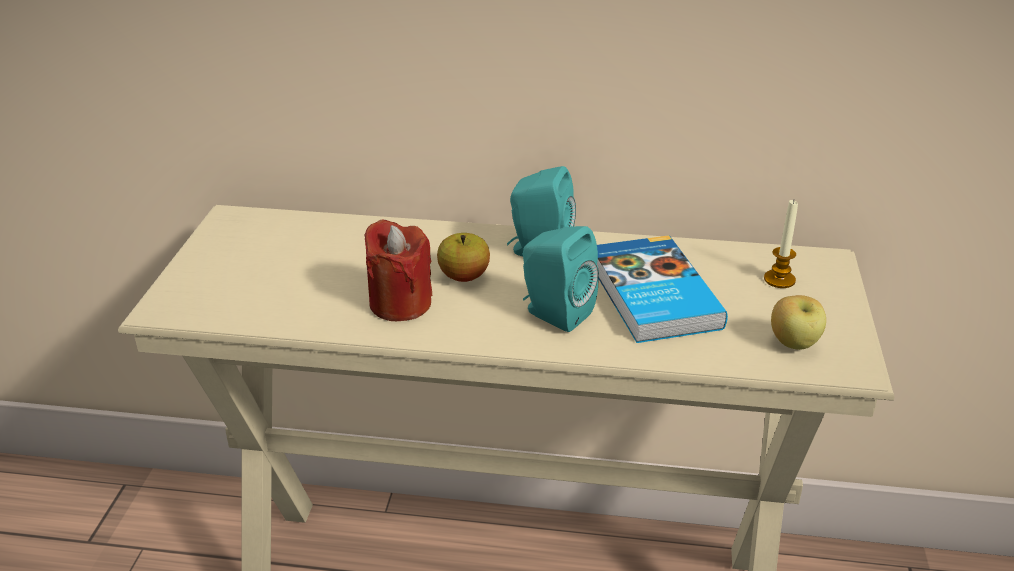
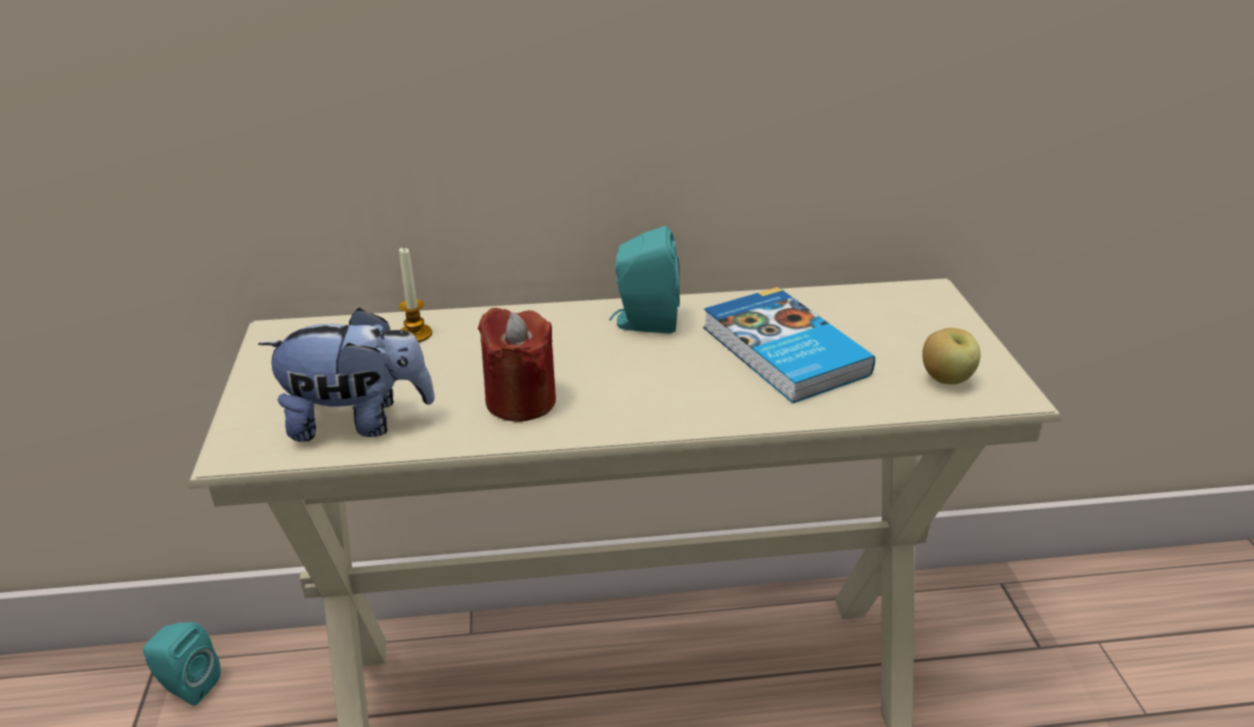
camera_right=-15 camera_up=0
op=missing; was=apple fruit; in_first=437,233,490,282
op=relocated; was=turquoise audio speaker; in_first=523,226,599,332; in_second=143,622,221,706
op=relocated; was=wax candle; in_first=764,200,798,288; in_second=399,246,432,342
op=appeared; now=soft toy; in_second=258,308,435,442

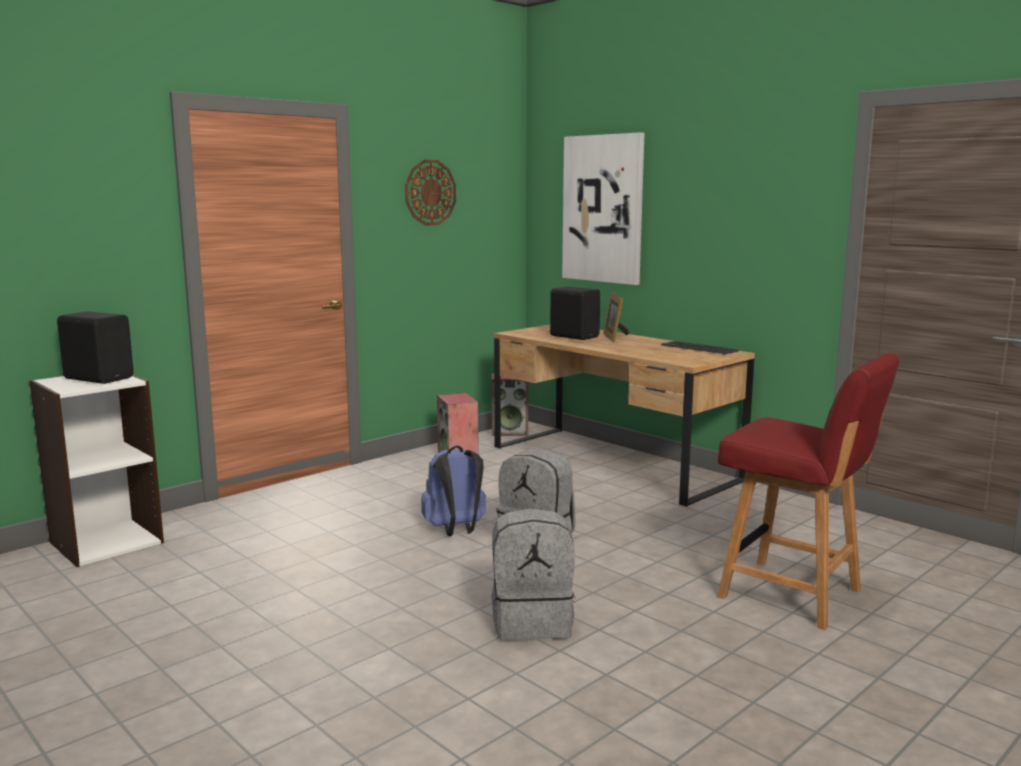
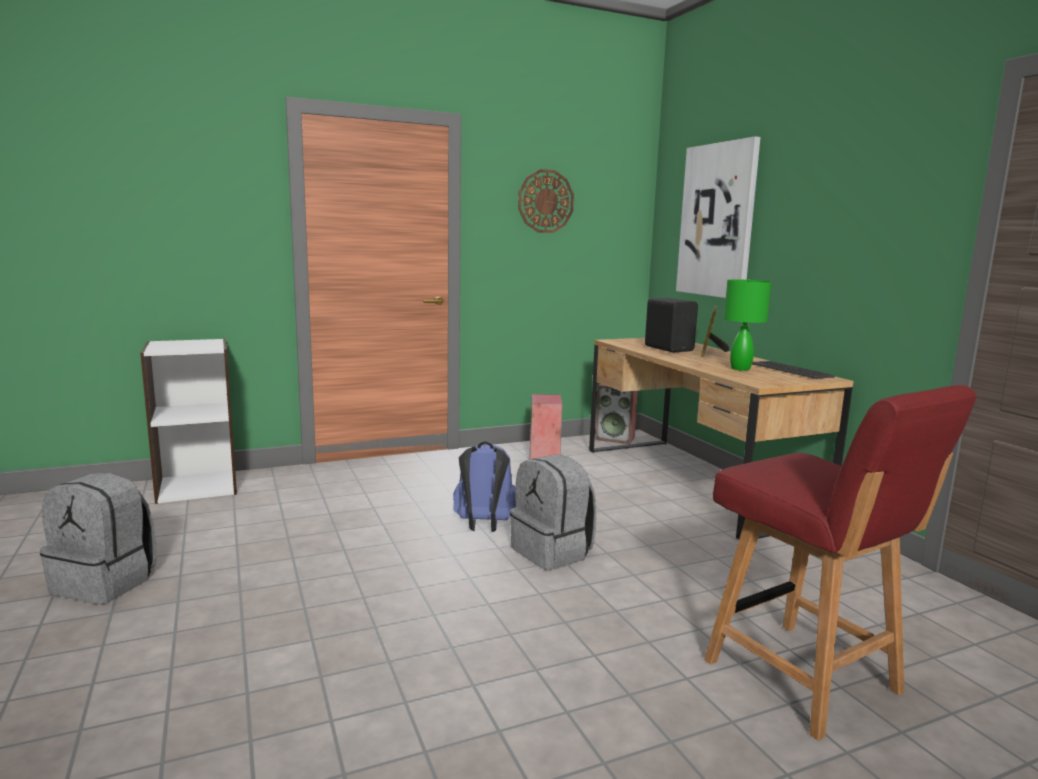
camera_right=20 camera_up=0
op=missing; was=black audio speaker; in_first=57,311,134,384
op=relocated; was=greyish knapsack; in_first=492,508,575,640; in_second=40,473,157,604
op=appeared; now=green-coloured table lamp; in_second=724,279,771,371

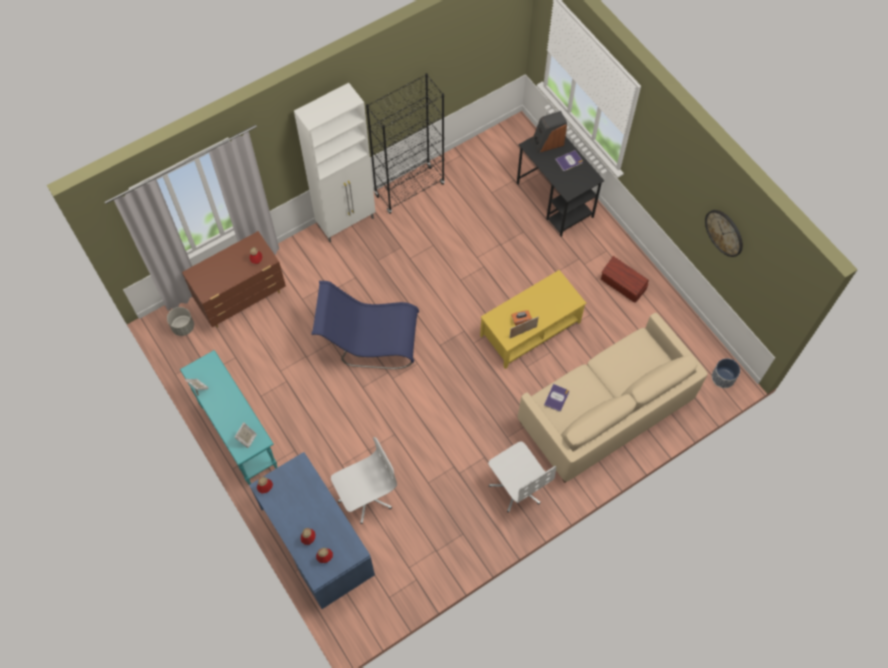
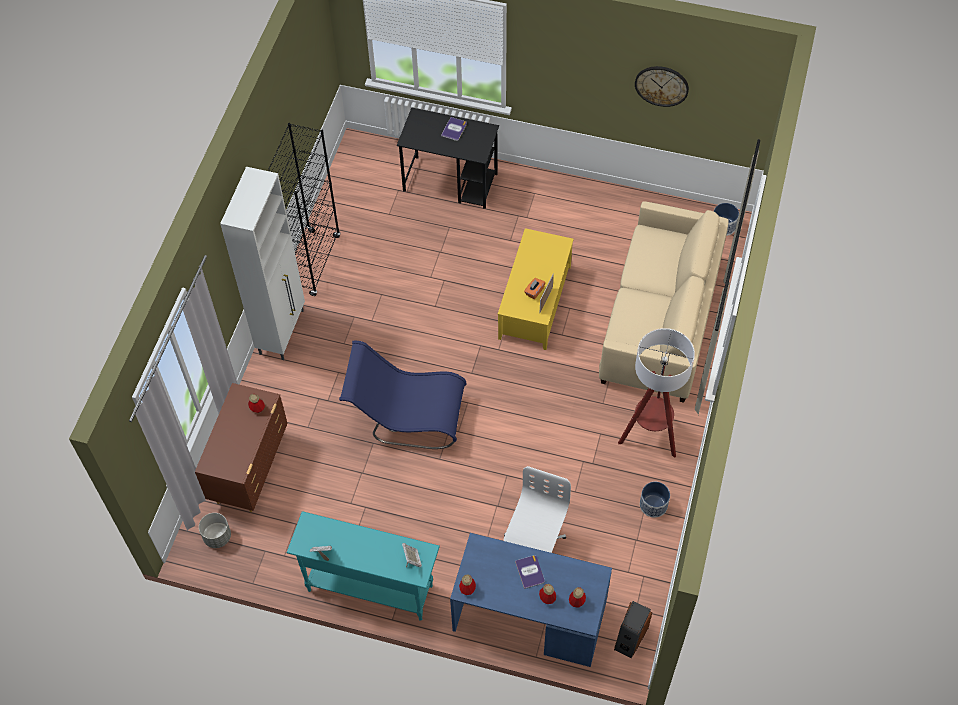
camera_right=-40 camera_up=-5
op=spun; was=blue-coloured plain chair; in_first=311,281,419,369; in_second=339,341,467,449; clockwise=45
op=exchanged; was=white computer chair; now=floor lamp; in_first=488,442,556,513; in_second=618,328,695,458
op=relocated; was=audio speaker; in_first=532,111,567,153; in_second=614,601,652,658
op=relocated; was=volume; in_first=544,384,569,411; in_second=515,555,545,589
op=missing; was=brownish storage bin; in_first=601,256,649,303
op=appeared; now=plant pot; in_second=640,482,670,518

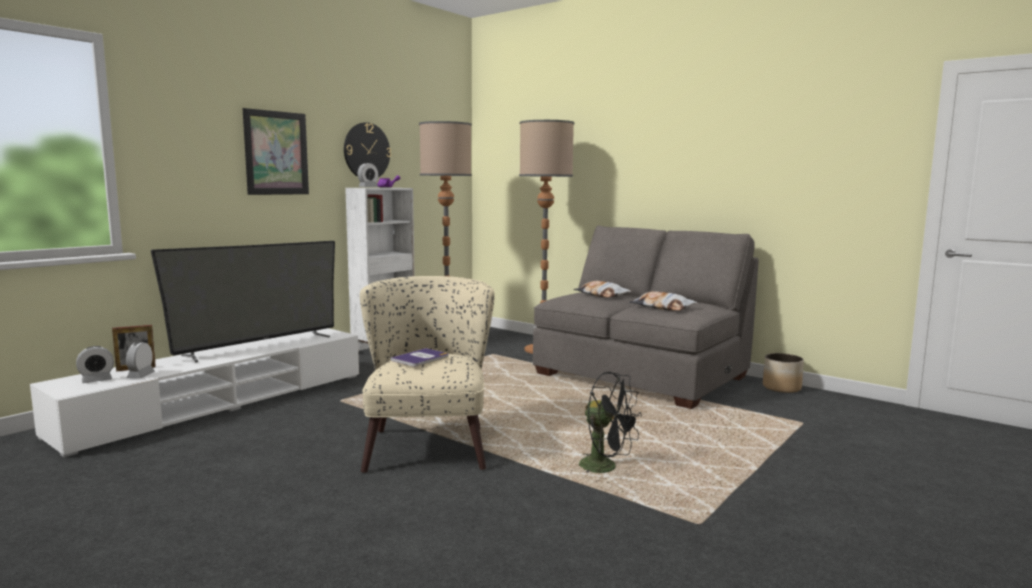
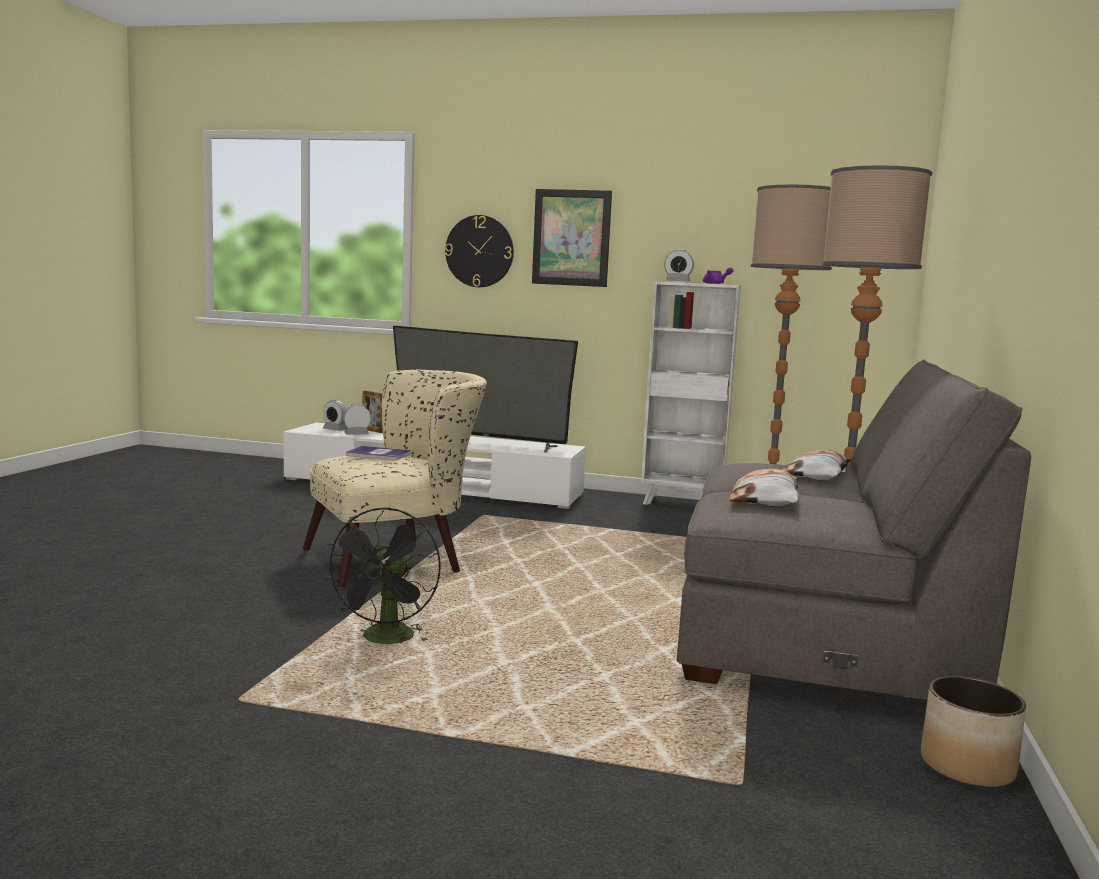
camera_right=65 camera_up=0
op=relocated; was=wall clock; in_first=344,122,391,177; in_second=445,215,514,287

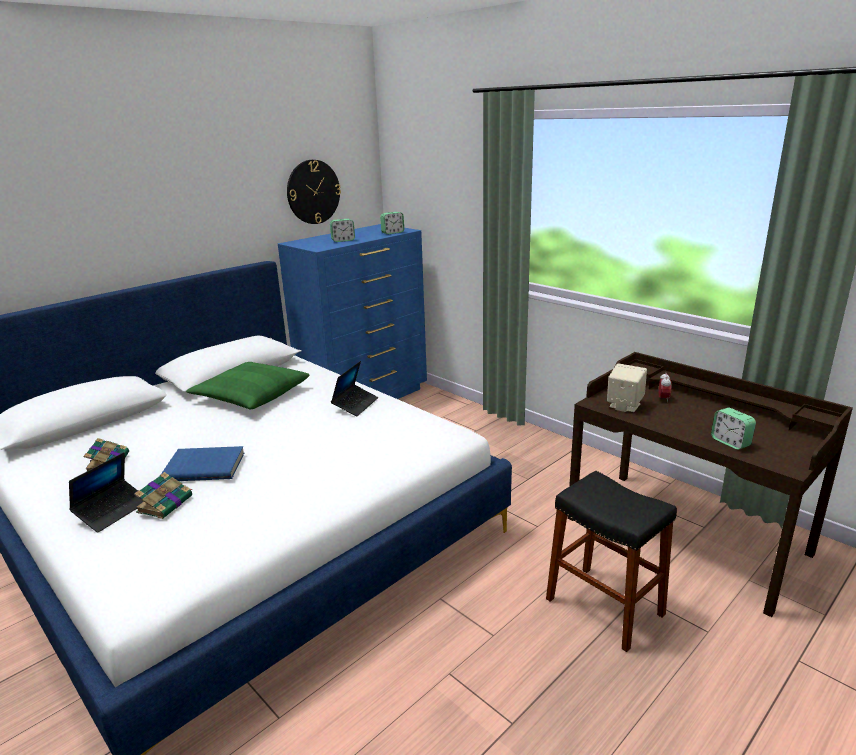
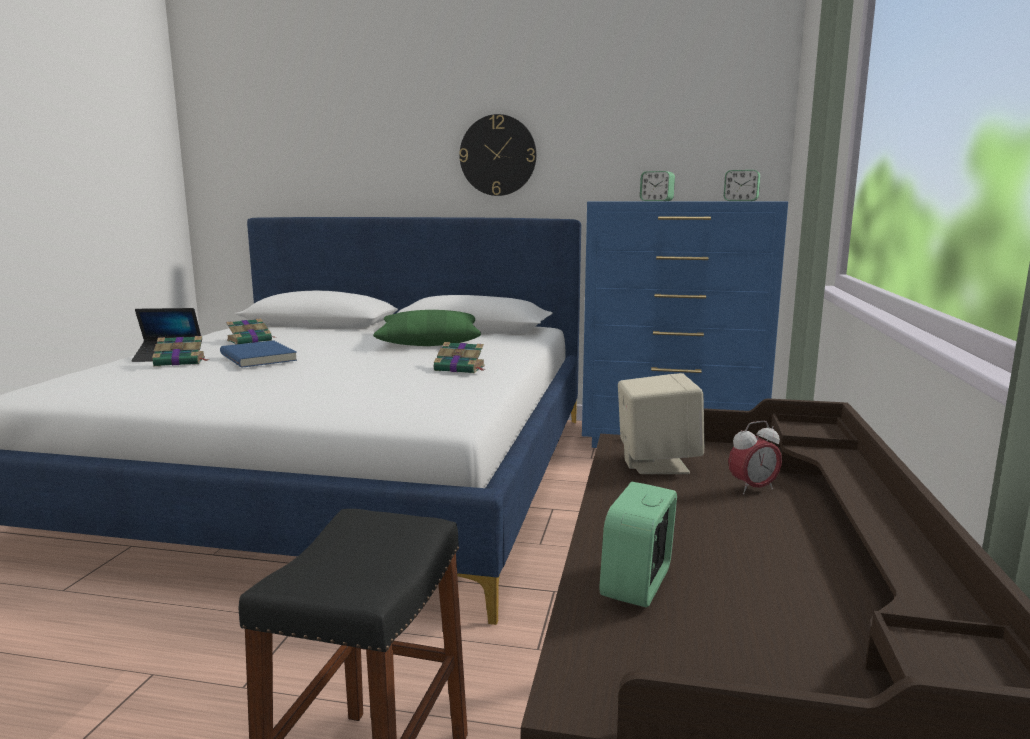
camera_right=55 camera_up=-10
op=relocated; was=wall clock; in_first=287,160,341,224; in_second=459,114,536,196
op=exchanged; was=laptop; now=volume; in_first=331,361,378,416; in_second=434,342,485,373

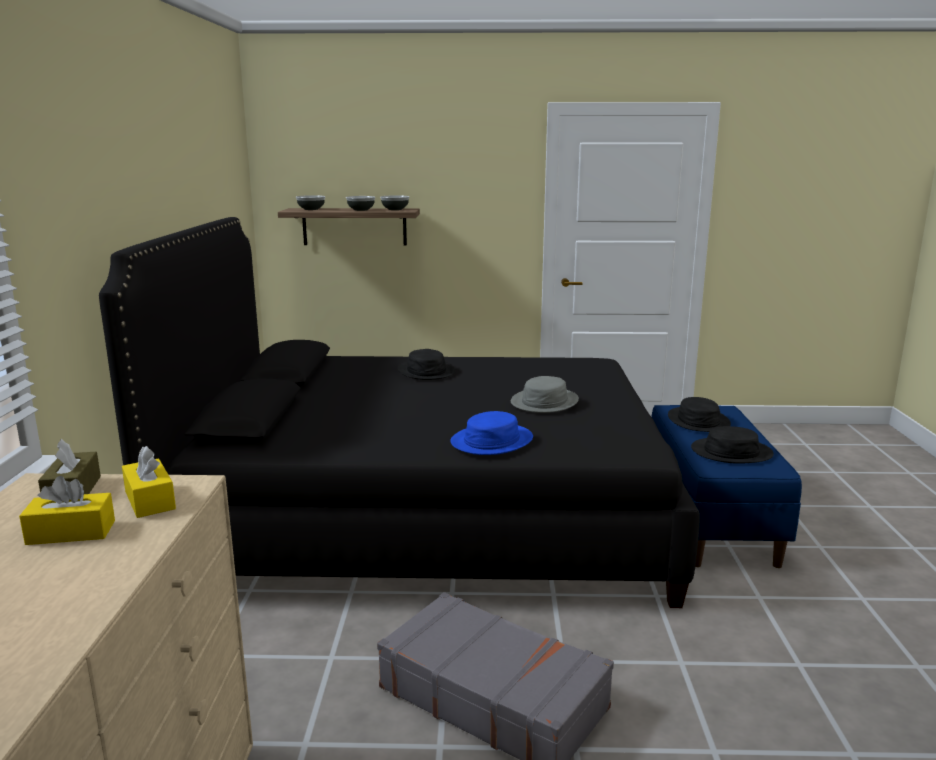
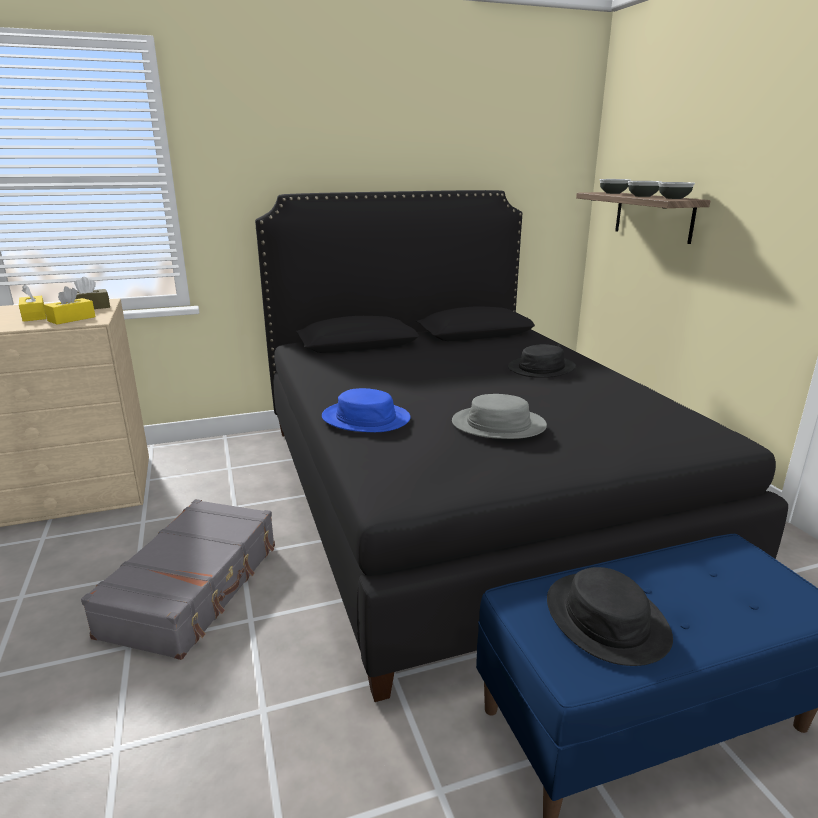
camera_right=70 camera_up=5
op=missing; was=black clothing hat; in_first=668,397,731,432

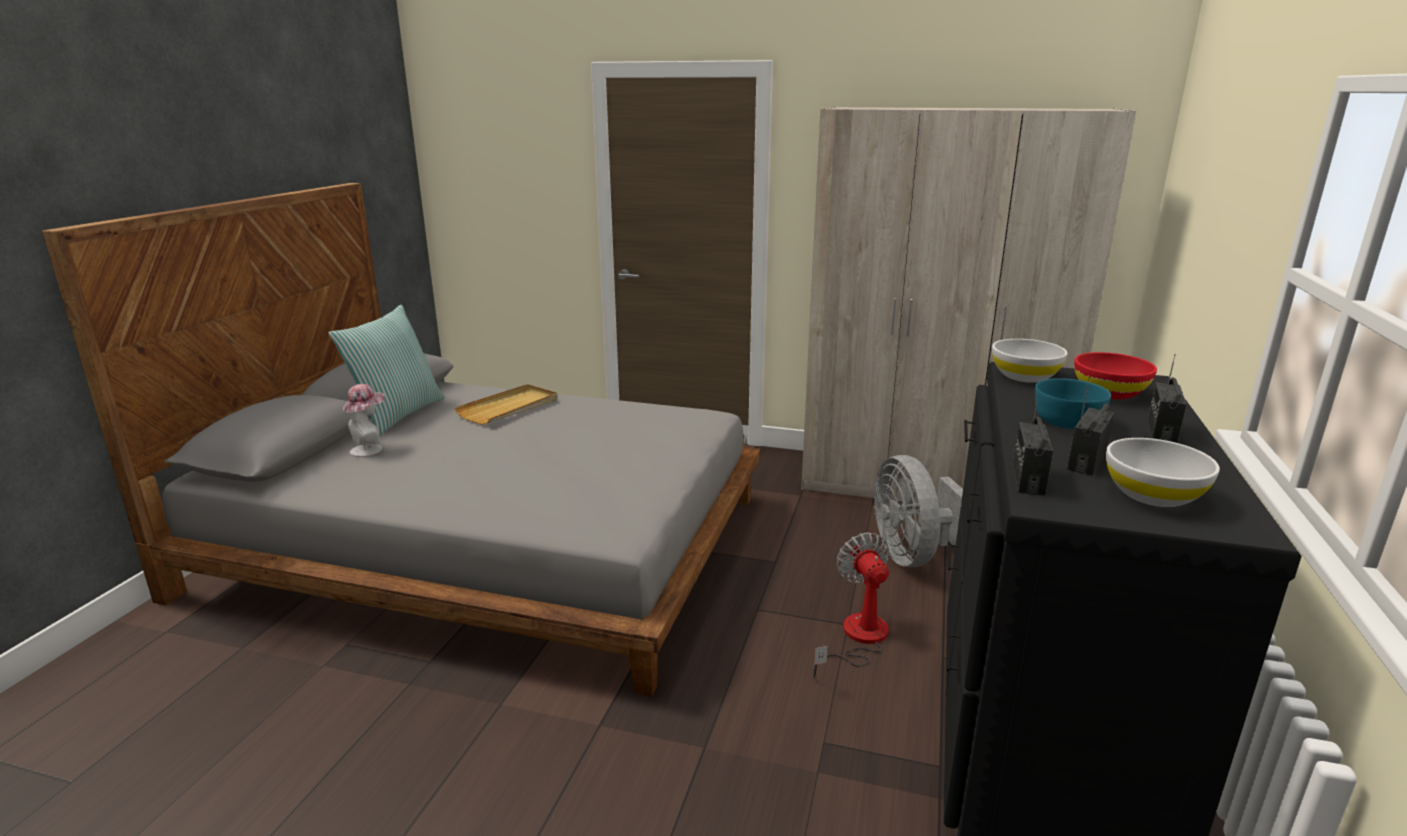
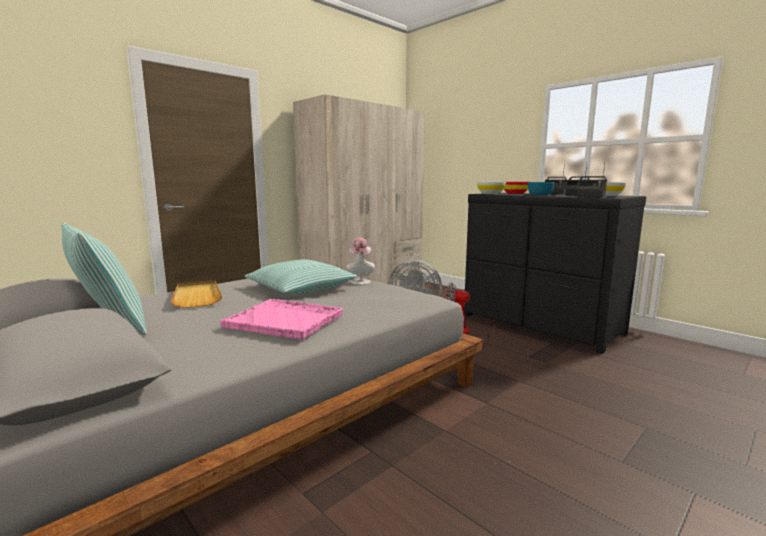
camera_right=-60 camera_up=-10
op=relocated; was=clothing hat; in_first=343,384,385,457; in_second=346,238,375,285
op=appeared; now=pinkish tray; in_second=220,299,343,340
op=appeared; now=throw pillow; in_second=245,259,357,296

